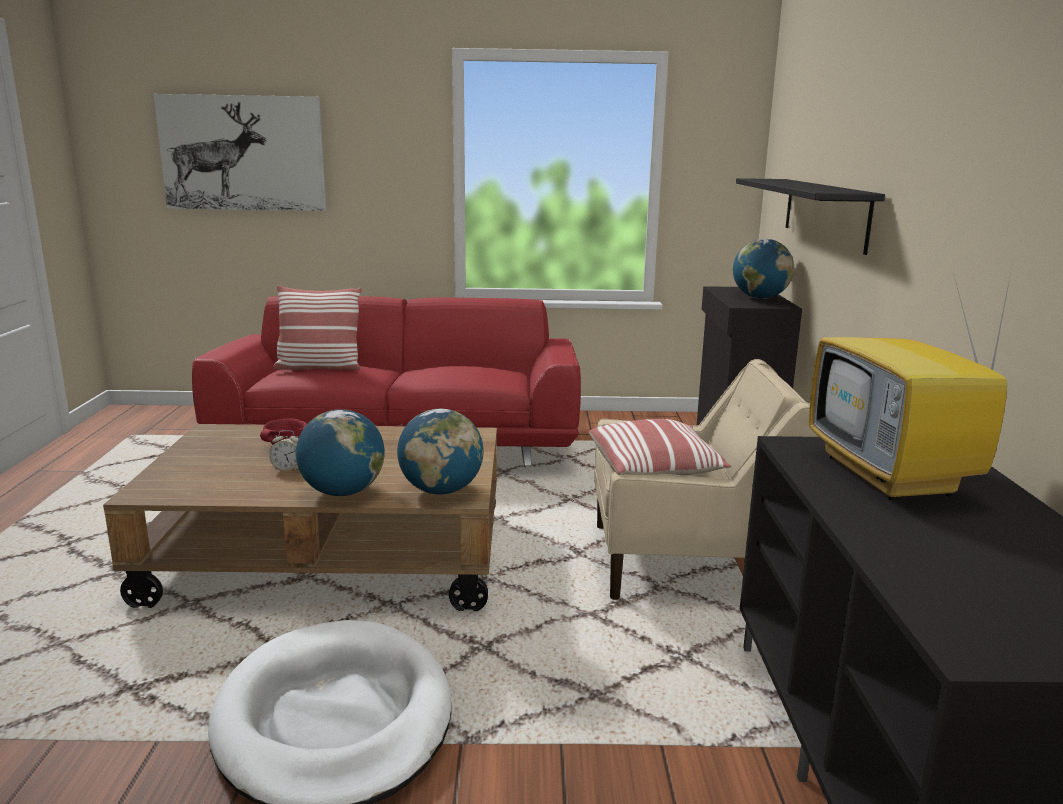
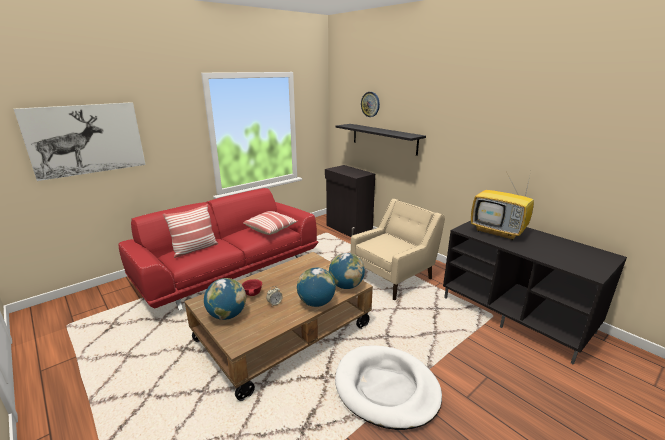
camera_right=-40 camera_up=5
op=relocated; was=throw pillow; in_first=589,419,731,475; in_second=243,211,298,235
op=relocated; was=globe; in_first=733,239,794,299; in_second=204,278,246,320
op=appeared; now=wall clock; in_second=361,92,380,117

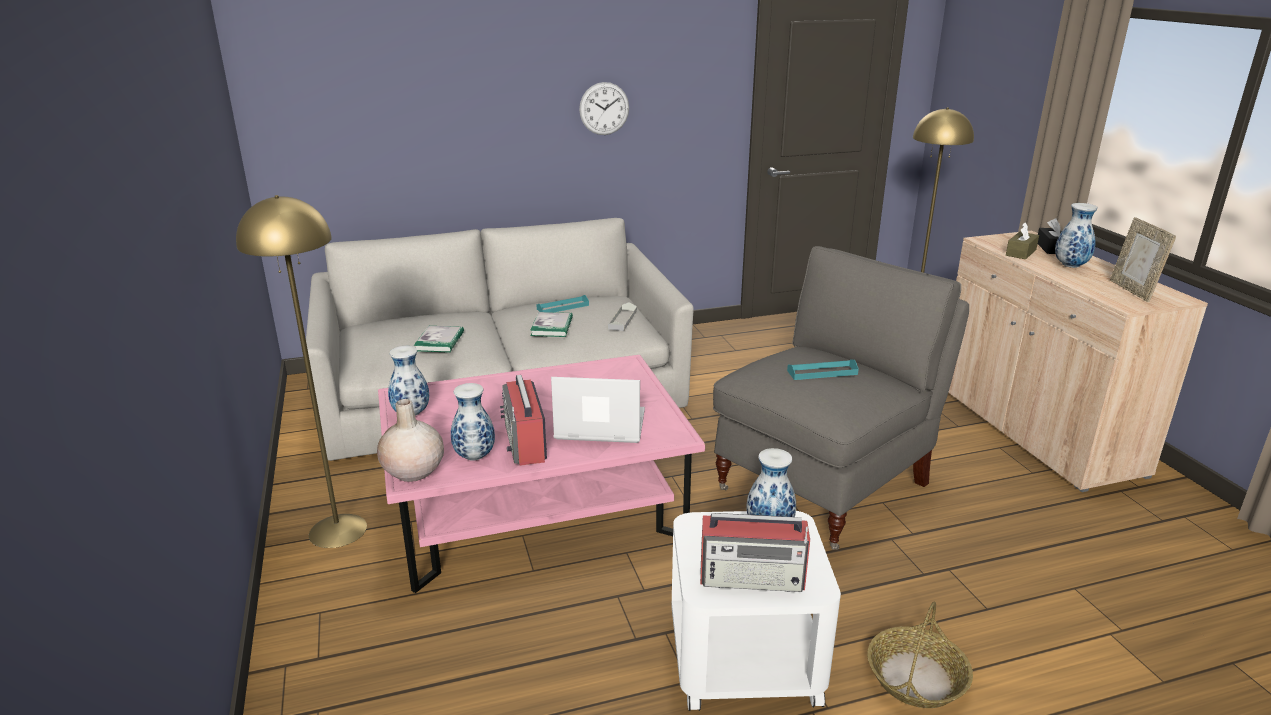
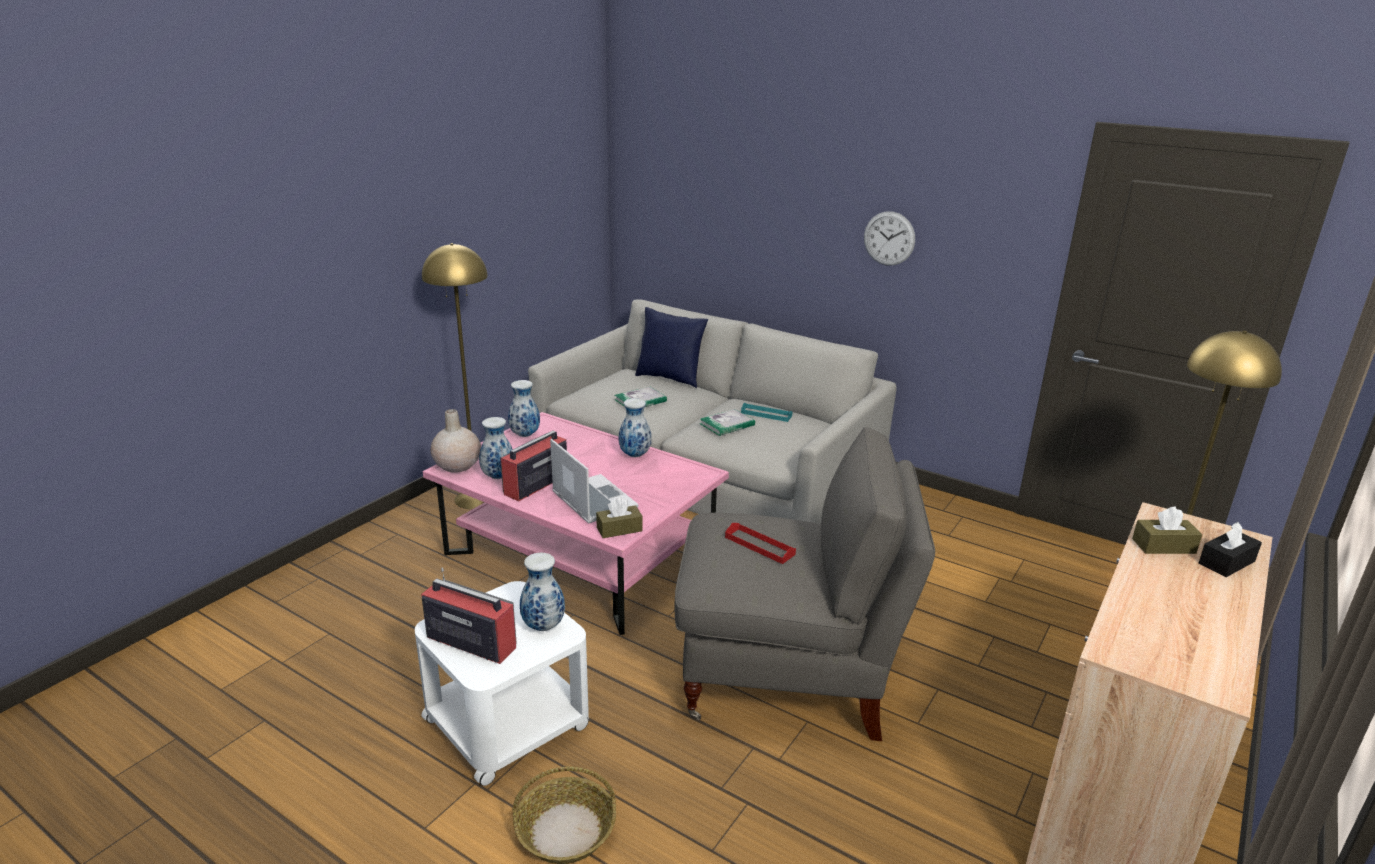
camera_right=50 camera_up=0
op=missing; was=greyish tray; in_first=608,302,637,331
op=spun; was=radio; in_first=700,513,810,592; in_second=421,567,517,664; clockwise=150
op=colour; was=turquoise tray; now=reddish tray; in_first=787,360,859,380; in_second=725,523,796,564
op=relocated; was=flower vase; in_first=1055,203,1098,268; in_second=619,398,652,457
op=missing; was=photo frame; in_first=1110,217,1176,302
op=appeared; now=brownish tissue holder; in_second=596,497,643,538
op=appeared; now=blue-coloured throw pillow; in_second=635,307,708,388

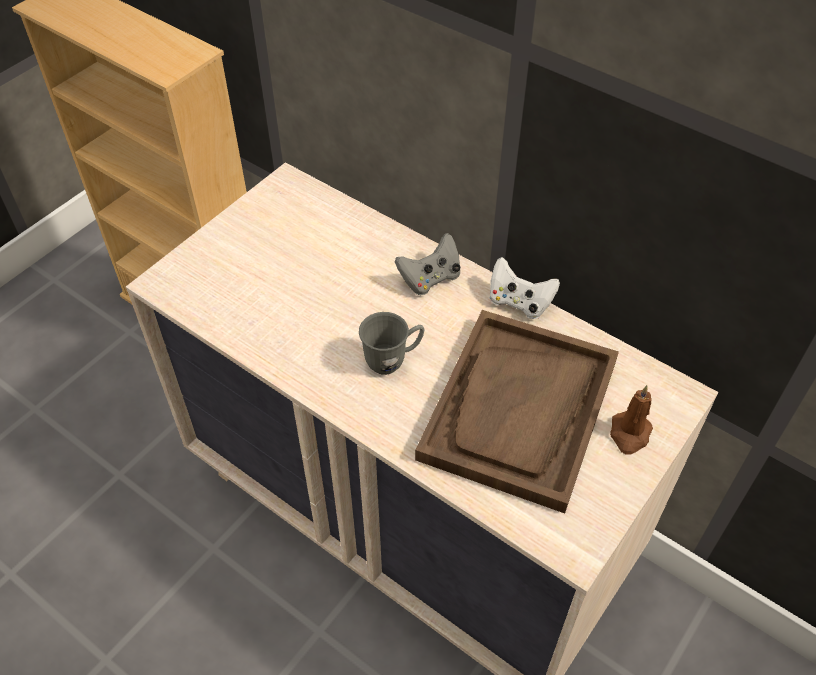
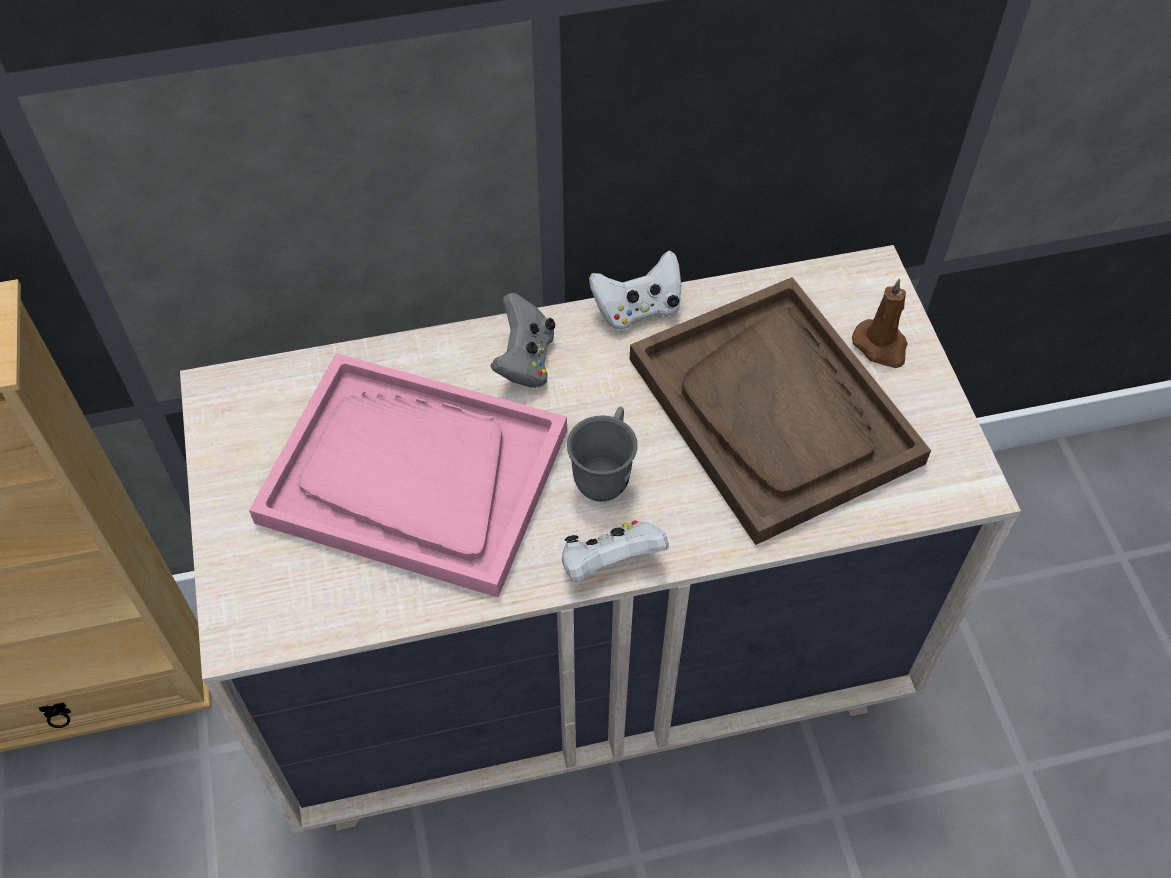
camera_right=-50 camera_up=5
op=appeared; now=pinkish tray; in_second=249,353,567,598
op=appeared; now=white joypad; in_second=562,520,669,582

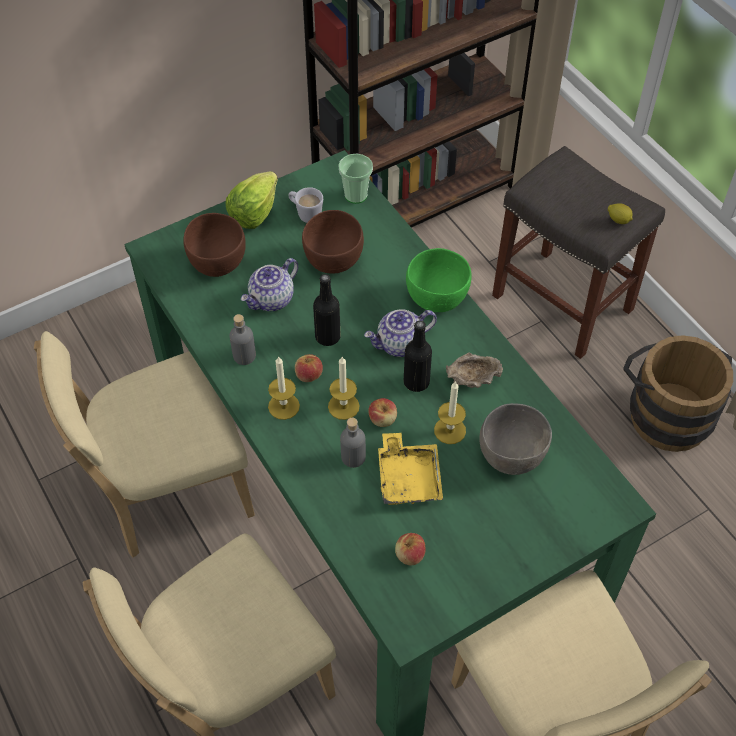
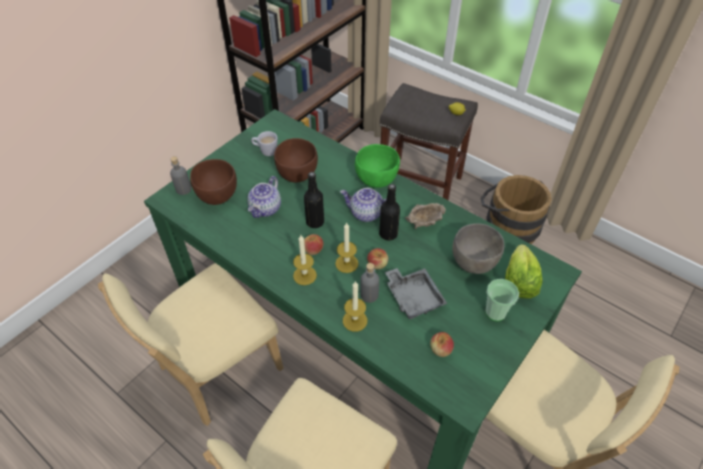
camera_right=-20 camera_up=-5
op=relocated; was=head of lettuce; in_first=226,171,278,229; in_second=505,244,543,299
op=relocated; was=greyish beverage bottle; in_first=229,314,256,365; in_second=170,156,192,195
op=relocated; was=cup; in_first=338,154,373,204; in_second=485,279,519,321
op=spun; was=pot for tea; in_first=364,309,437,357; in_second=340,188,387,222; clockwise=60
op=colour; was=yellowish tray; now=greyish tray; in_first=378,433,443,505; in_second=385,268,448,319
op=relocated; was=wax candle; in_first=434,381,466,444; in_second=343,281,367,332

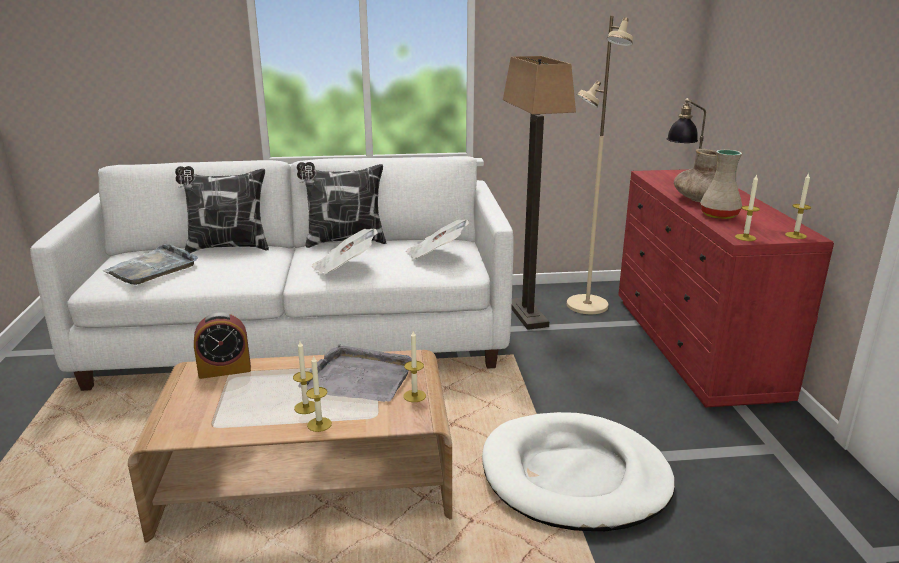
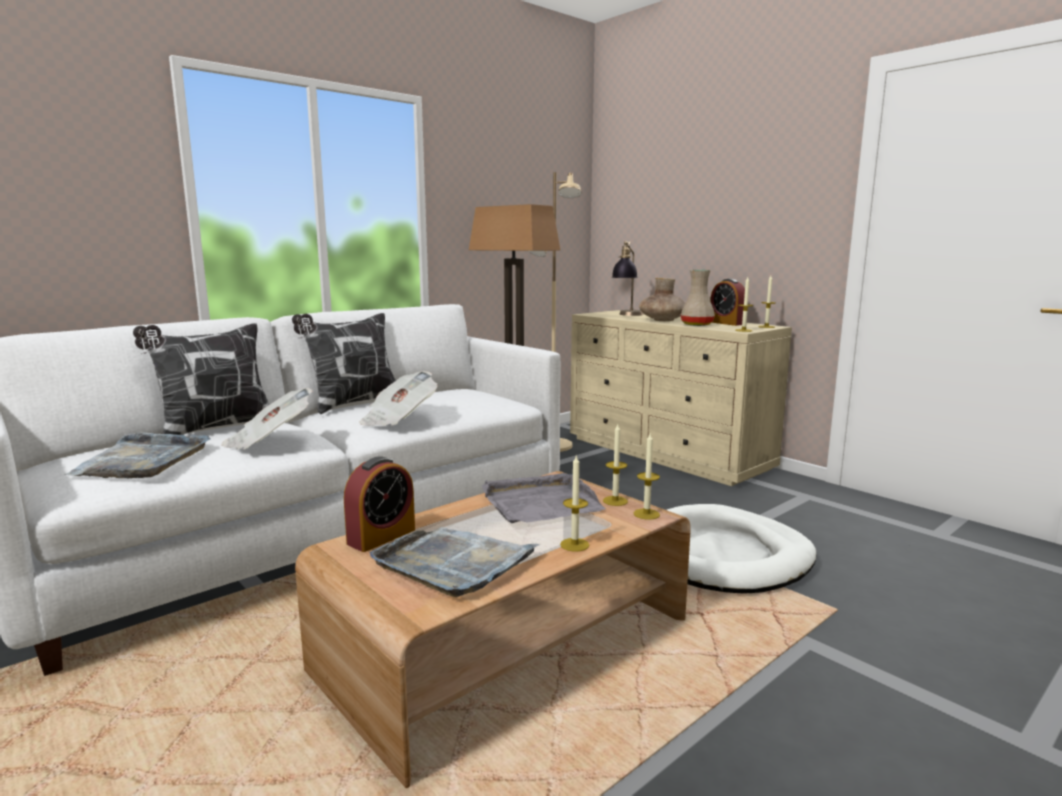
camera_right=-35 camera_up=-10
op=relocated; was=wax candle; in_first=293,341,315,414; in_second=634,434,660,520
op=relocated; was=newspaper; in_first=406,219,469,260; in_second=221,388,313,450
op=colour; was=reddish drawer chest; now=beige-coloured drawer chest; in_first=618,169,834,408; in_second=570,310,792,486
op=appeared; now=greyish tray; in_second=370,527,541,597
op=appeared; now=bedside clock; in_second=710,279,745,326

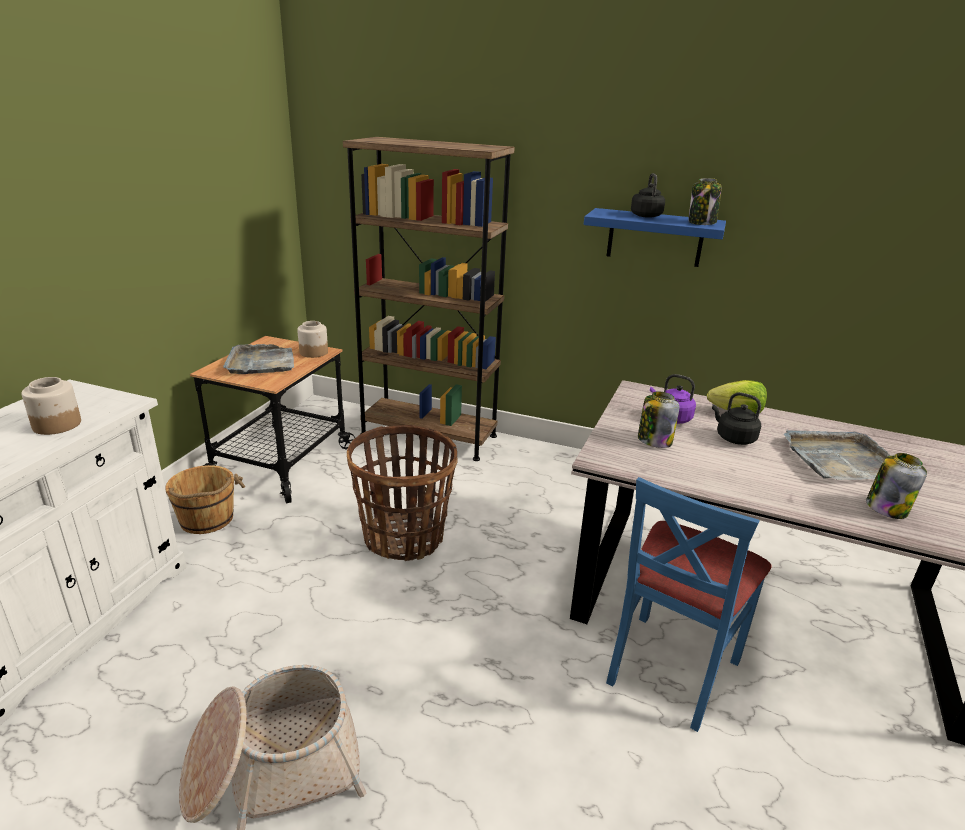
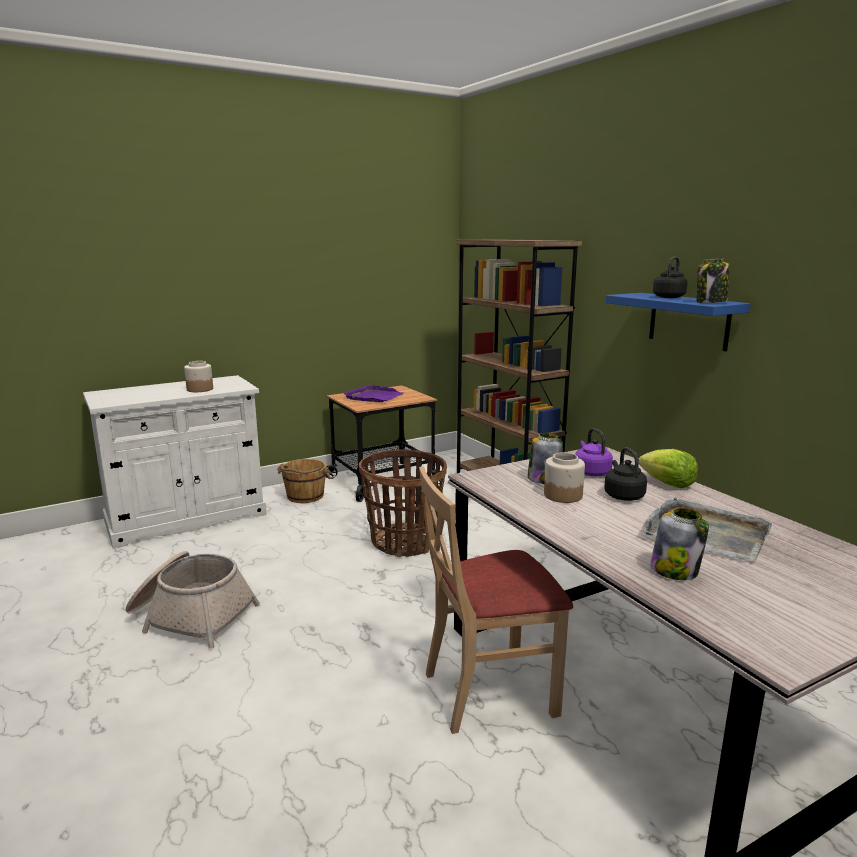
camera_right=40 camera_up=-10
op=colour; was=greyish tray; now=purple-coloured tray; in_first=223,344,294,374; in_second=344,385,404,402
op=relocated; was=jar; in_first=297,321,328,358; in_second=544,452,585,503
op=colour; was=blue-coloured plain chair; now=beige-coloured plain chair; in_first=606,477,772,732; in_second=419,466,573,734

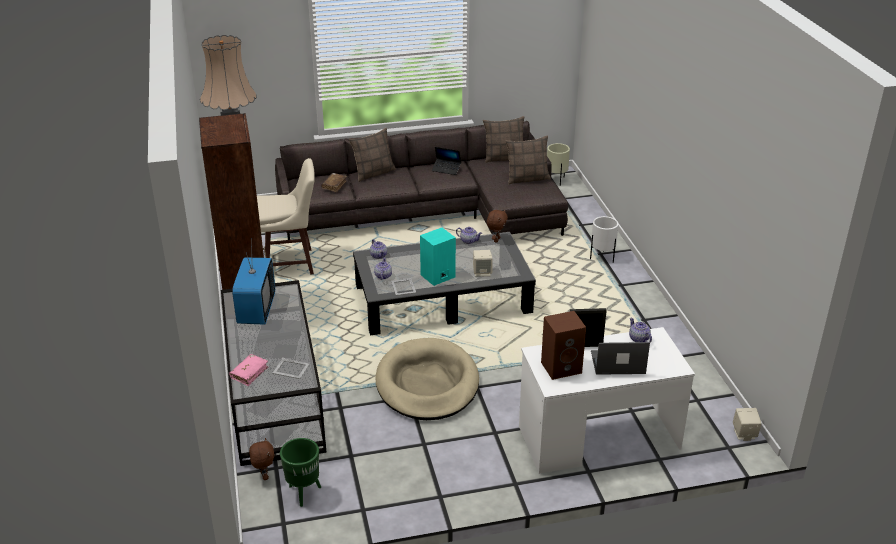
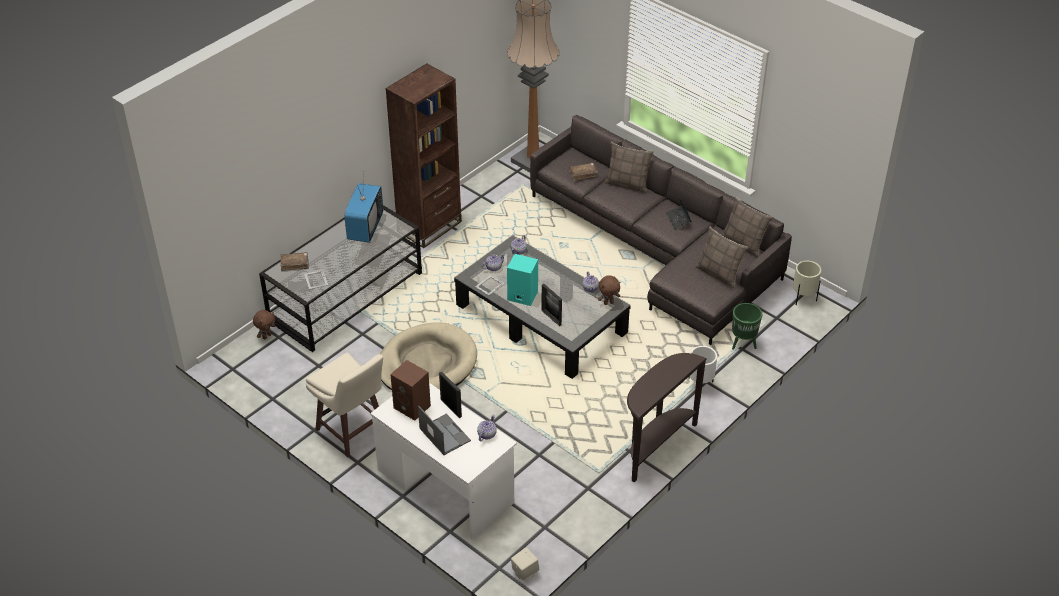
camera_right=55 camera_up=10
op=colour; was=pinkish volume; now=brownish volume; in_first=229,354,268,386; in_second=281,252,309,271
op=spun; was=TV; in_first=232,238,275,325; in_second=344,176,383,243; clockwise=-45
op=relocated; was=beige-coloured sitting stool; in_first=257,158,315,275; in_second=306,352,383,457
op=relocated; was=green-coloured plant pot; in_first=280,438,321,507; in_second=732,303,762,350
op=exchanged; was=beige-coloured audio speaker; now=photo frame; in_first=473,250,493,277; in_second=541,284,562,326
op=appeared; now=brownish console table; in_second=627,353,707,483

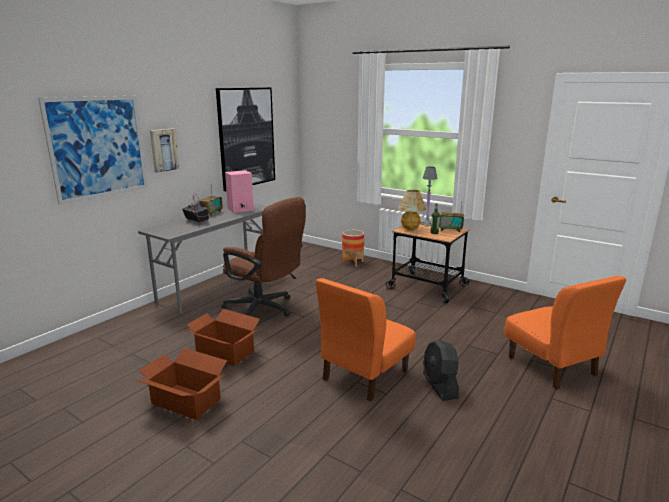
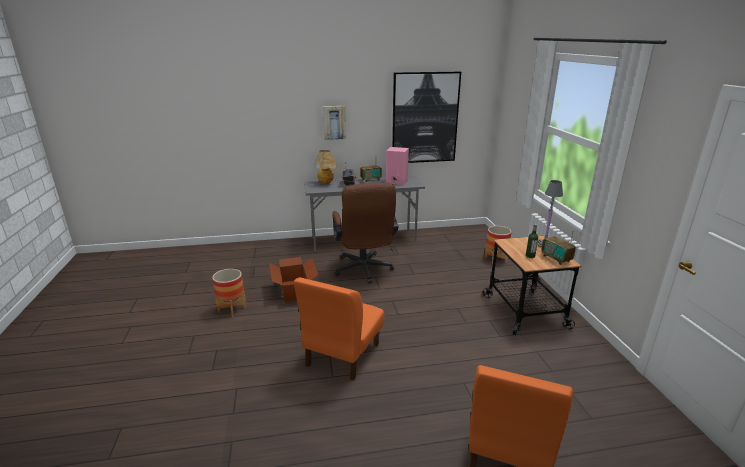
camera_right=45 camera_up=5
op=missing; was=wall art; in_first=38,96,148,205
op=exchanged; was=cardboard box; now=plant pot; in_first=136,348,227,420; in_second=212,269,247,318
op=spun; was=orange-coloured plain chair; in_first=316,278,415,401; in_second=294,277,384,380; clockwise=-60
op=relocated; was=table lamp; in_first=398,190,426,230; in_second=314,150,337,184
op=missing; was=black electric fan; in_first=423,340,459,401

